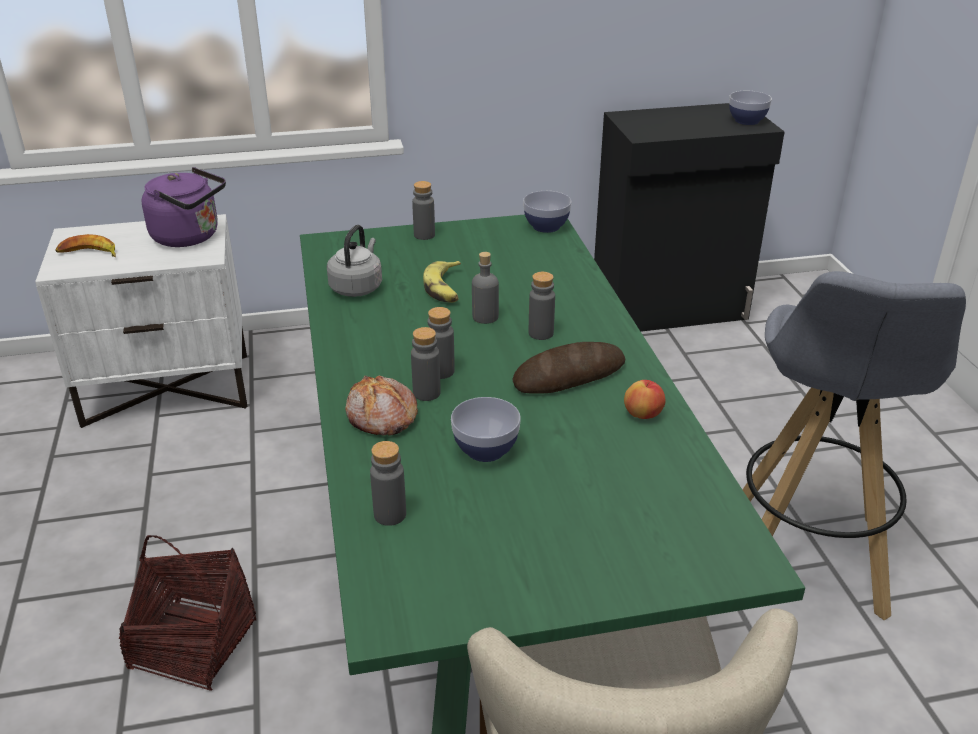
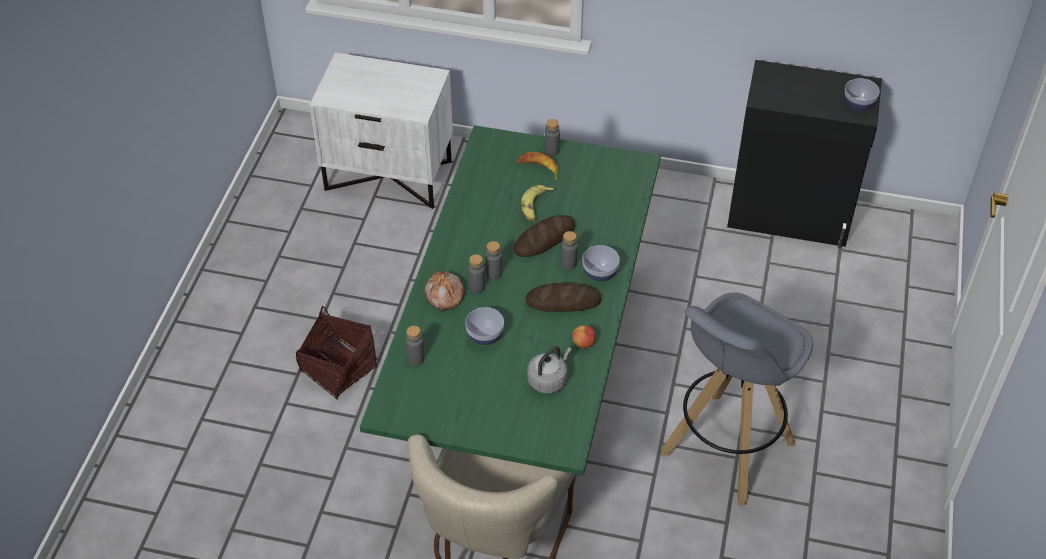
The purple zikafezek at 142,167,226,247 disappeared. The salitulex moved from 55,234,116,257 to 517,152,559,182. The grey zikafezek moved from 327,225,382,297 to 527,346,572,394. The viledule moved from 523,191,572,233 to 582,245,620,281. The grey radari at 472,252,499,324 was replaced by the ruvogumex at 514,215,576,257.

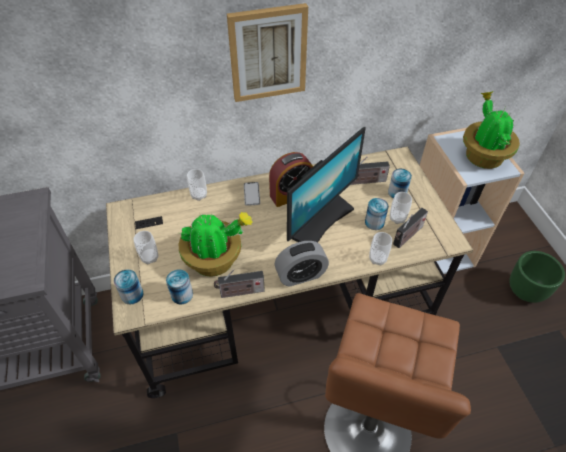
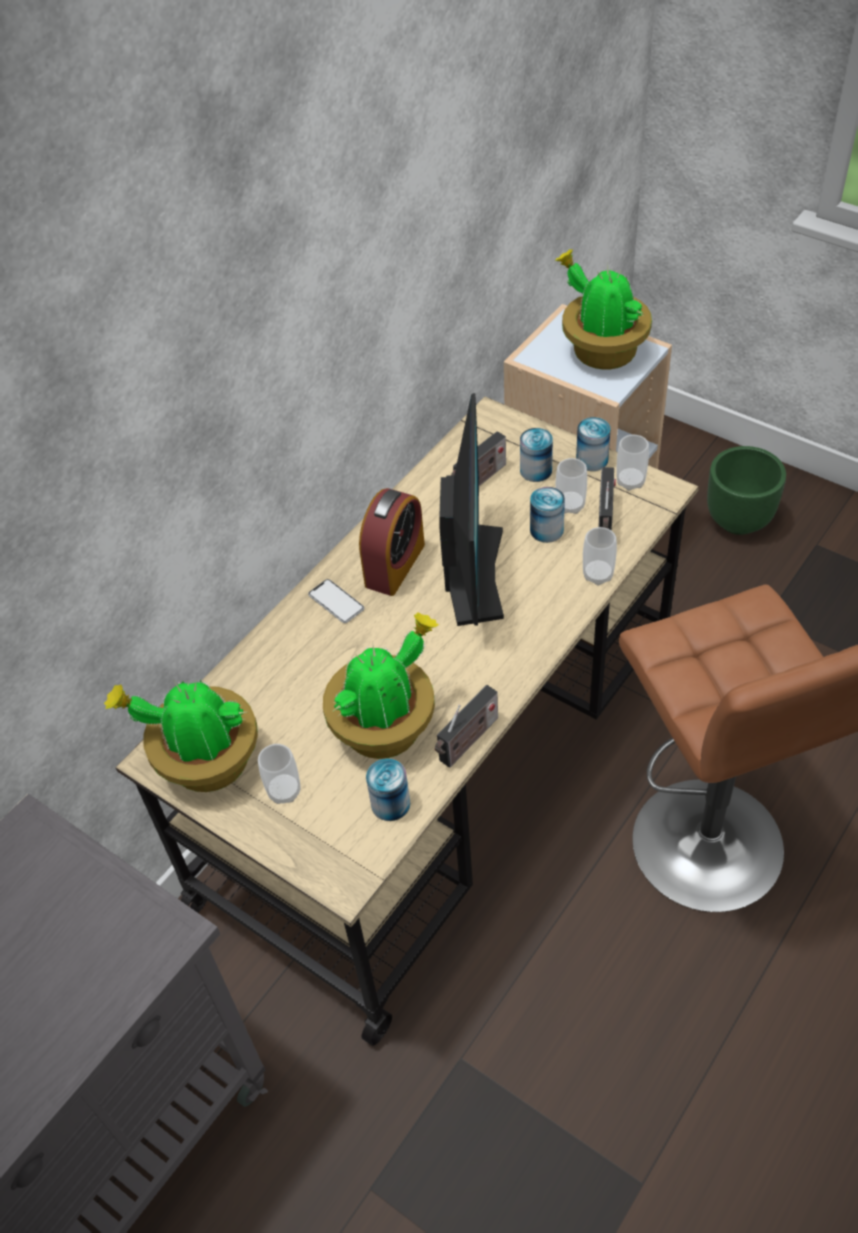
The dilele at 227,3,308,102 disappeared. The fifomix at 274,241,329,287 disappeared. The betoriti at 104,680,258,792 appeared. The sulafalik moved from 114,269,143,304 to 576,417,610,471. The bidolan moved from 187,169,207,201 to 617,435,649,491.

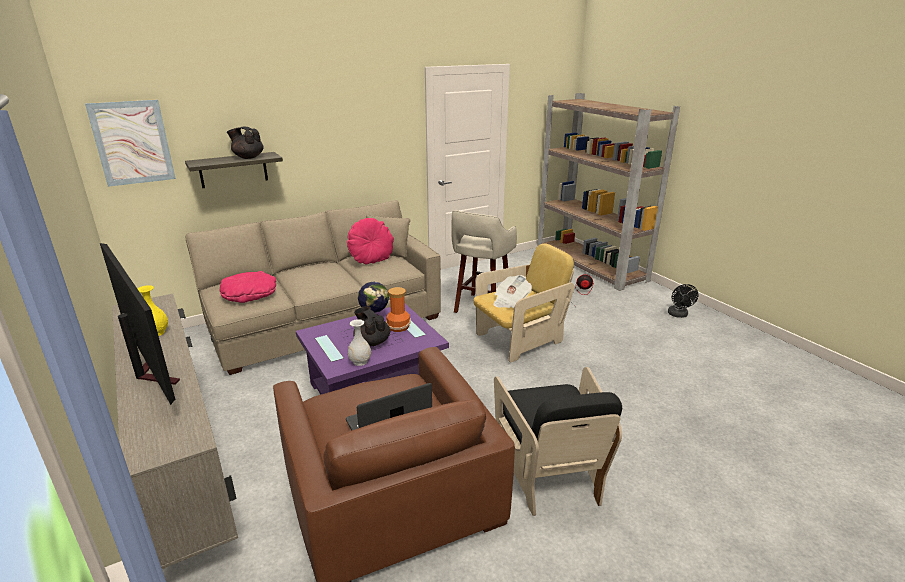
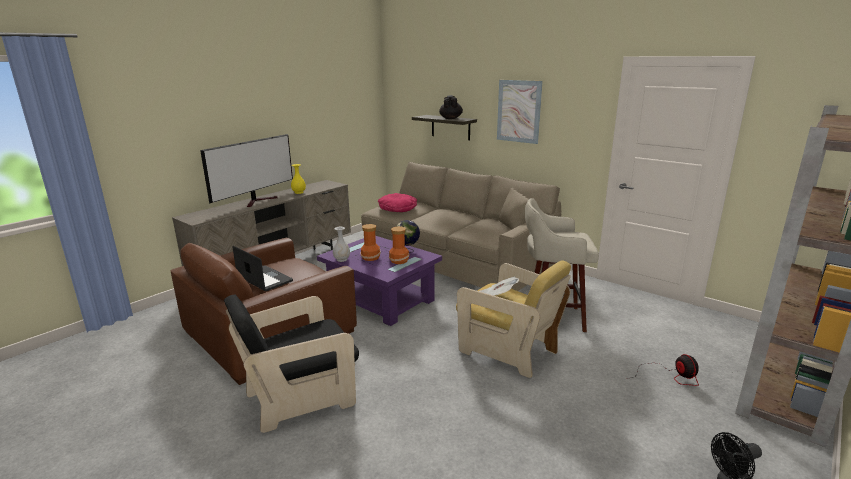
The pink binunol at 347,218,394,264 disappeared. The dilele moved from 85,100,176,187 to 497,80,543,144. The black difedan at 353,306,390,346 was replaced by the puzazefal at 360,224,381,261.

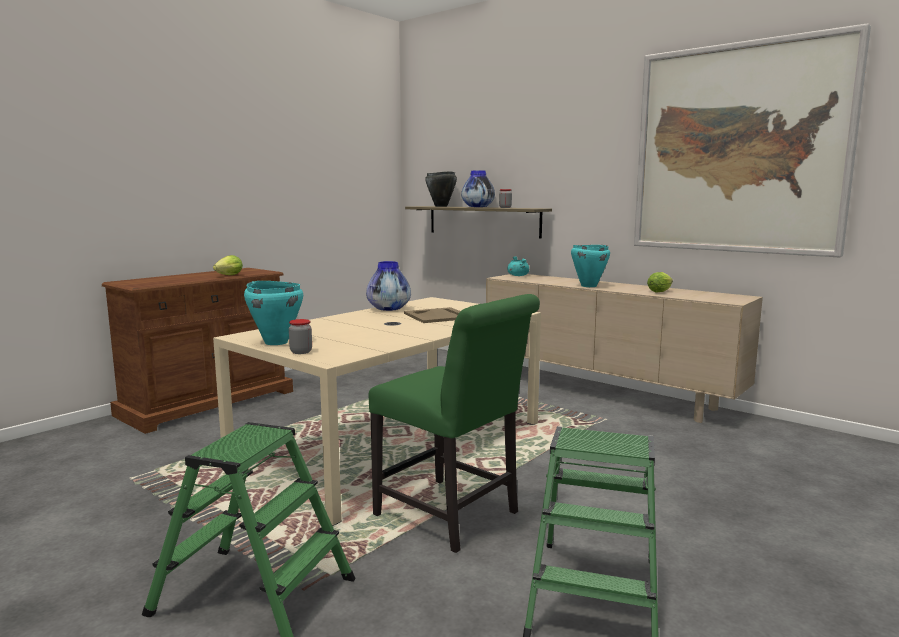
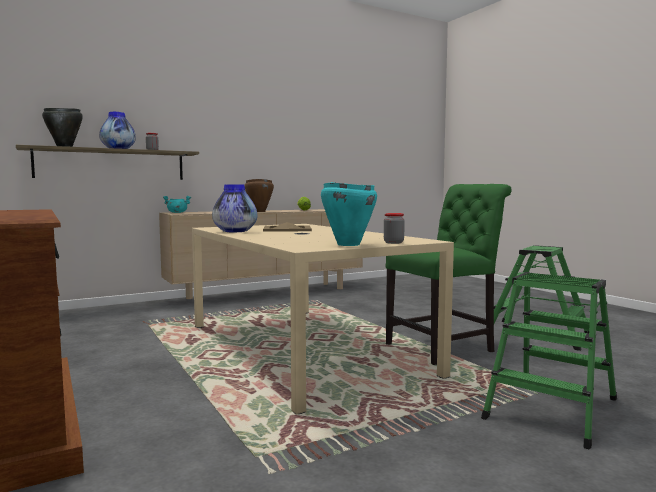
The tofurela at 213,255,243,275 disappeared. The dilele at 634,23,871,257 disappeared. The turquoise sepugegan at 571,245,610,287 became the brown sepugegan at 245,179,274,212.

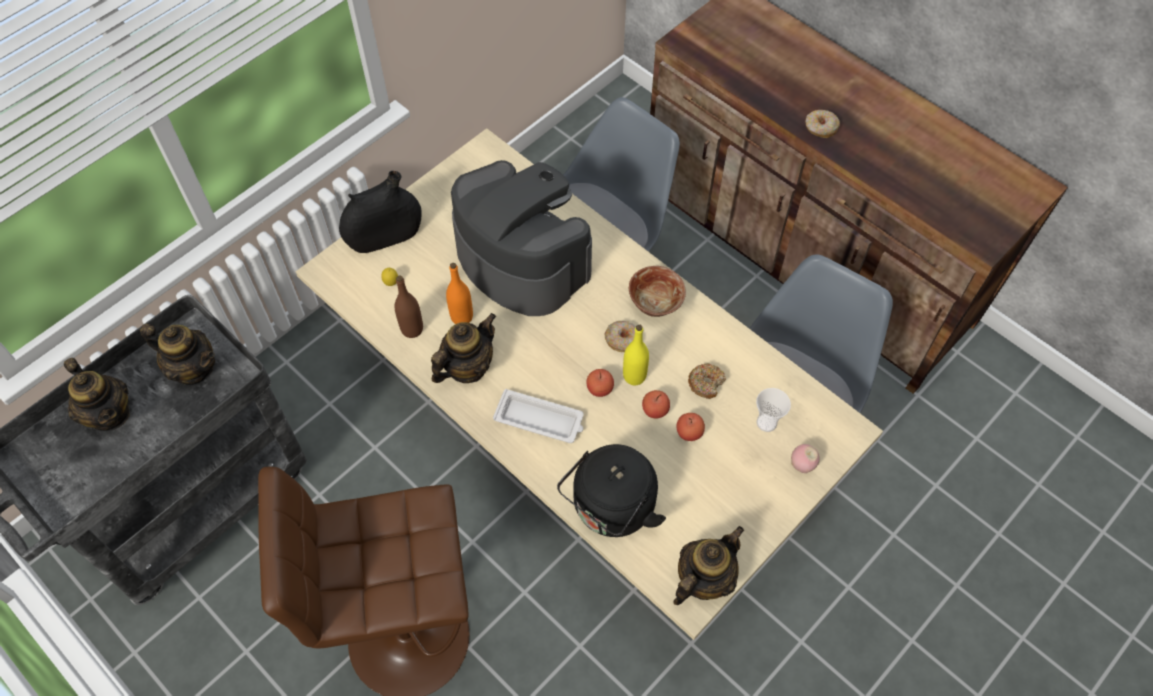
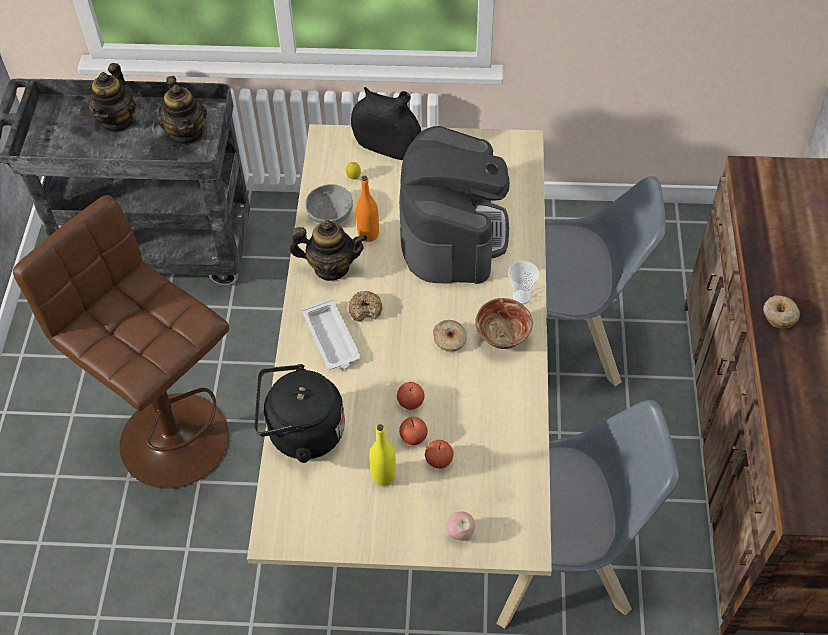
The difedan at 673,526,744,605 disappeared. The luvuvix moved from 587,369,614,397 to 425,440,454,469. The yellow radari moved from 623,325,649,385 to 369,424,396,486. The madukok moved from 688,363,726,399 to 349,291,383,322. The bidolan moved from 756,388,791,432 to 508,261,539,305. The brown radari at 395,275,423,338 was replaced by the grey viledule at 306,184,353,224.

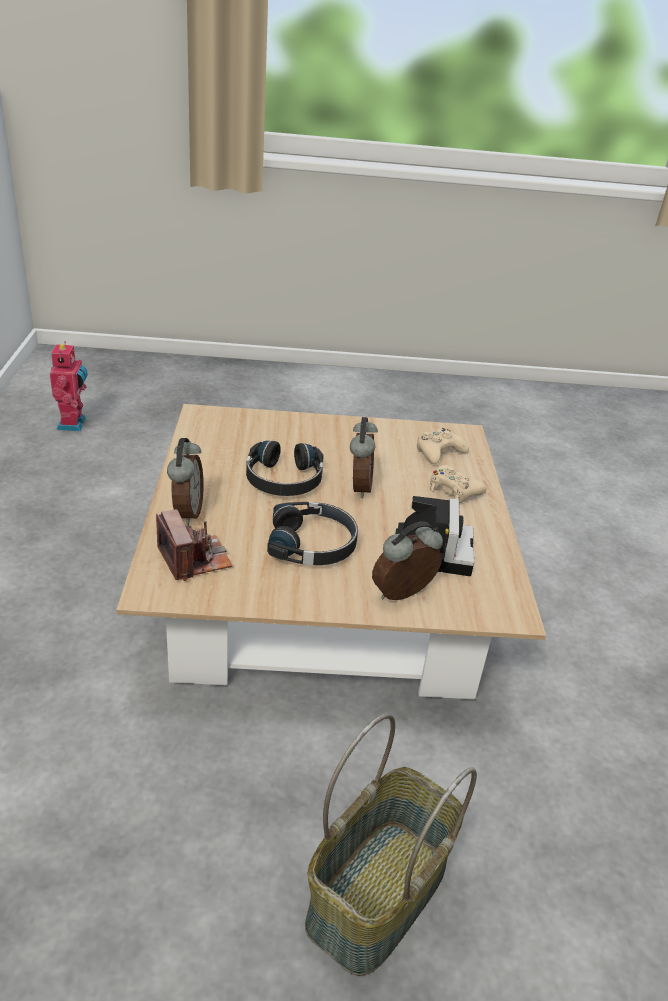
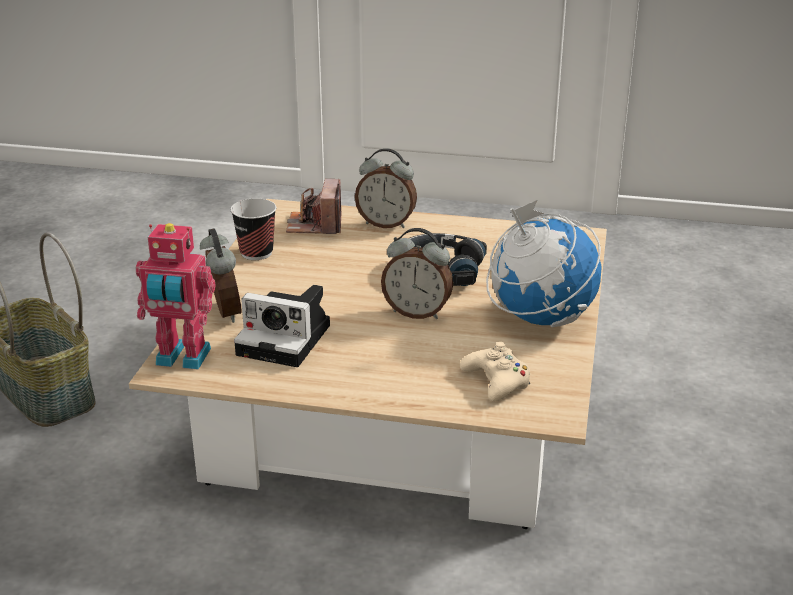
The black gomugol at 267,502,358,565 disappeared. The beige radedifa at 430,465,487,503 disappeared. The bidolan at 230,198,276,260 appeared. The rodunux at 486,200,602,327 appeared. The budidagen moved from 50,341,88,431 to 136,223,216,370. The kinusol at 156,509,232,581 turned 105 degrees clockwise.

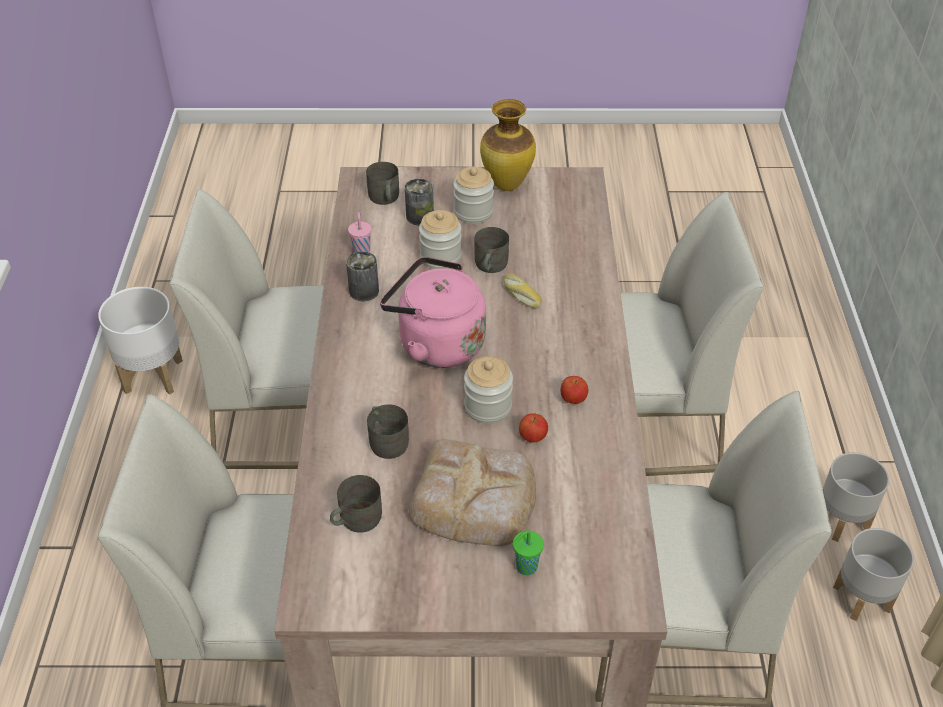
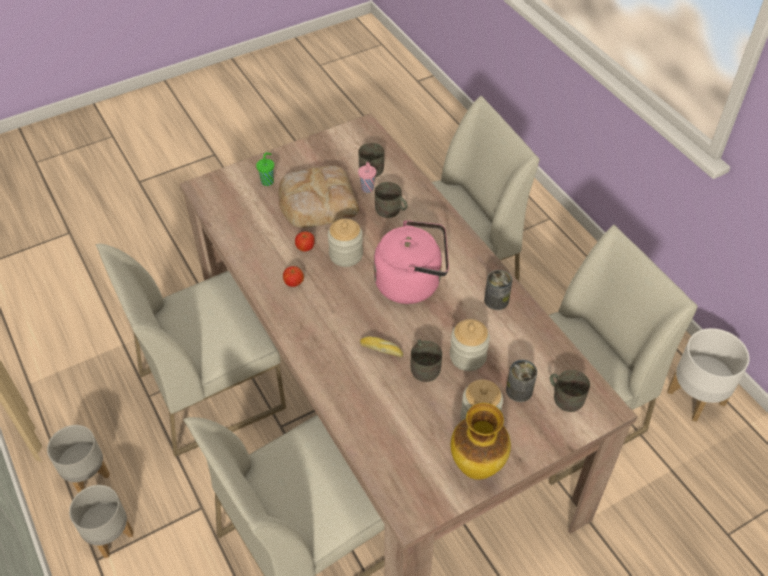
The pink bidolan moved from 348,212,372,253 to 358,162,376,193.

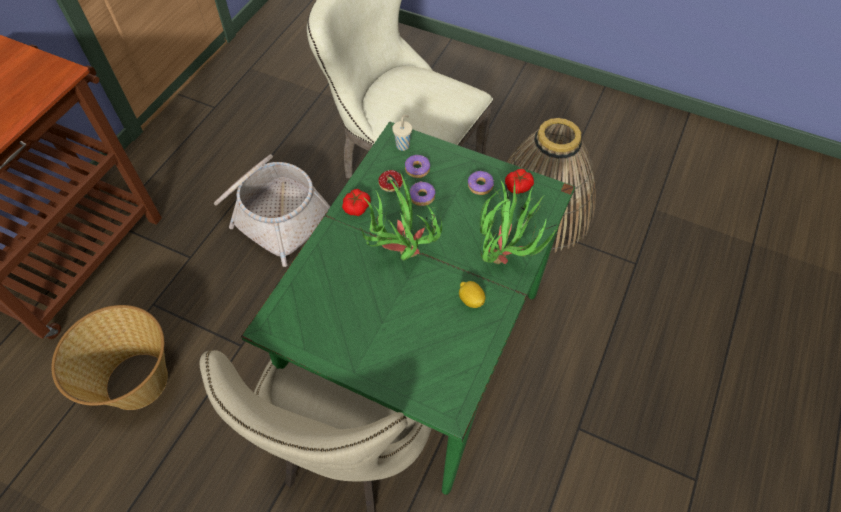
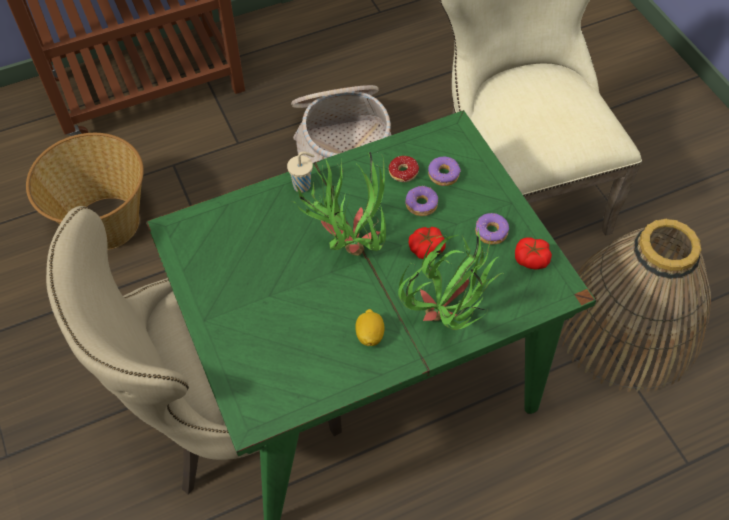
The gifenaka moved from 342,189,371,216 to 408,227,446,259. The beige bidolan moved from 392,115,412,151 to 287,151,314,193.

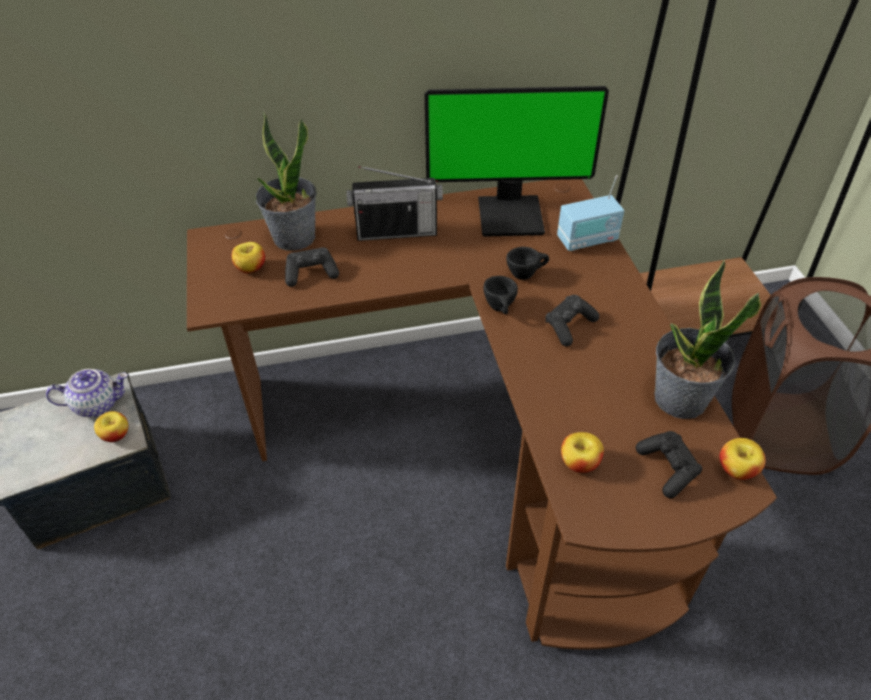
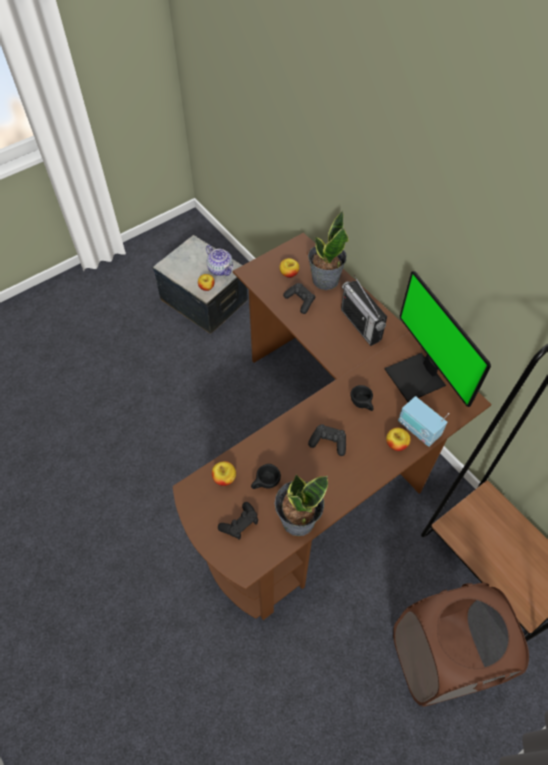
The black bidolan moved from 483,276,518,314 to 251,464,281,489. The luvuvix moved from 719,438,766,480 to 386,427,411,451.

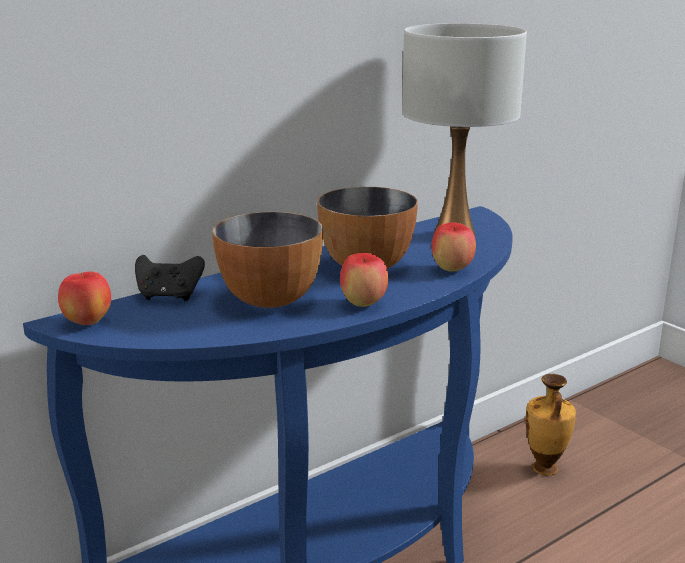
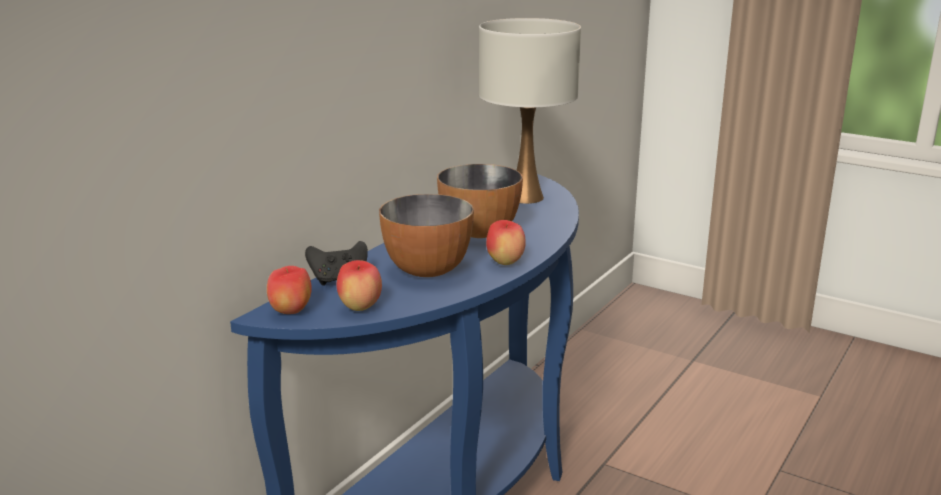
The puzazefal at 526,374,576,476 disappeared. The luvuvix moved from 431,222,476,272 to 337,260,382,311.

